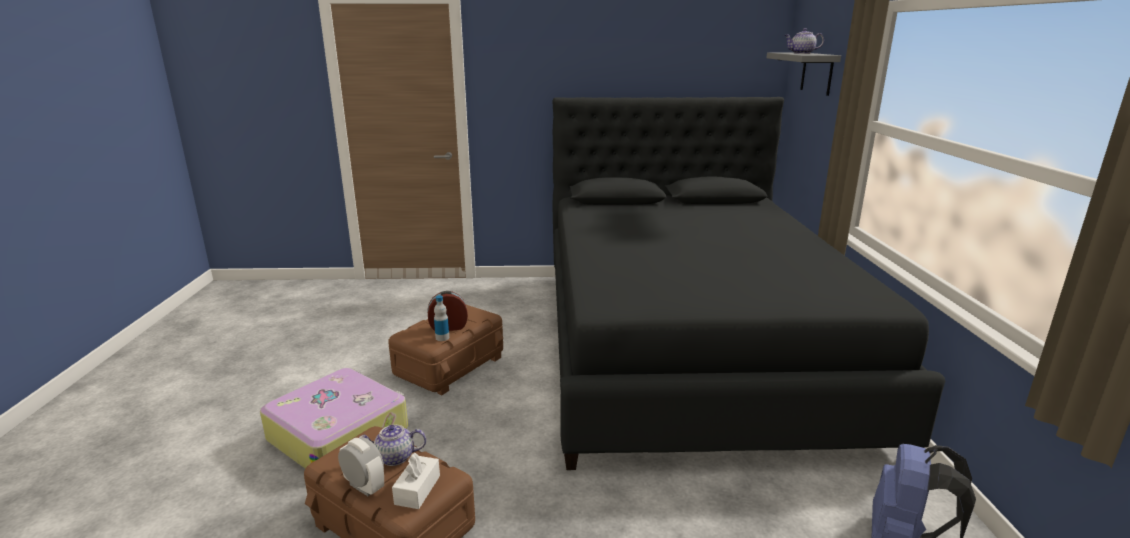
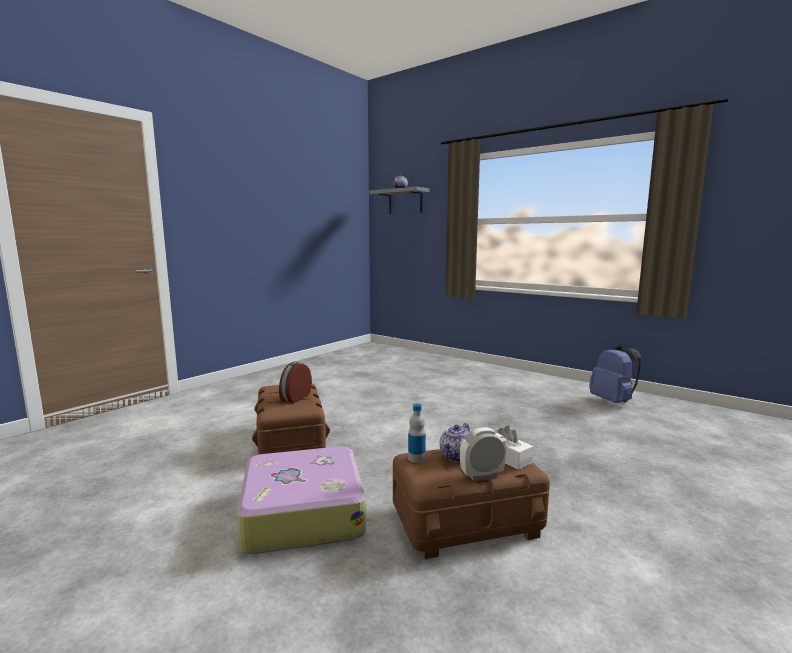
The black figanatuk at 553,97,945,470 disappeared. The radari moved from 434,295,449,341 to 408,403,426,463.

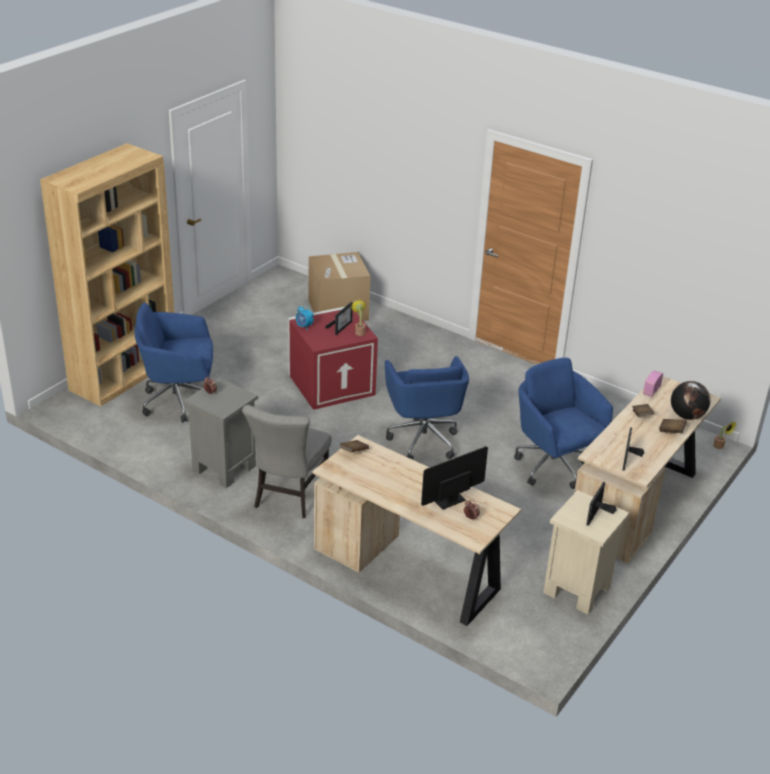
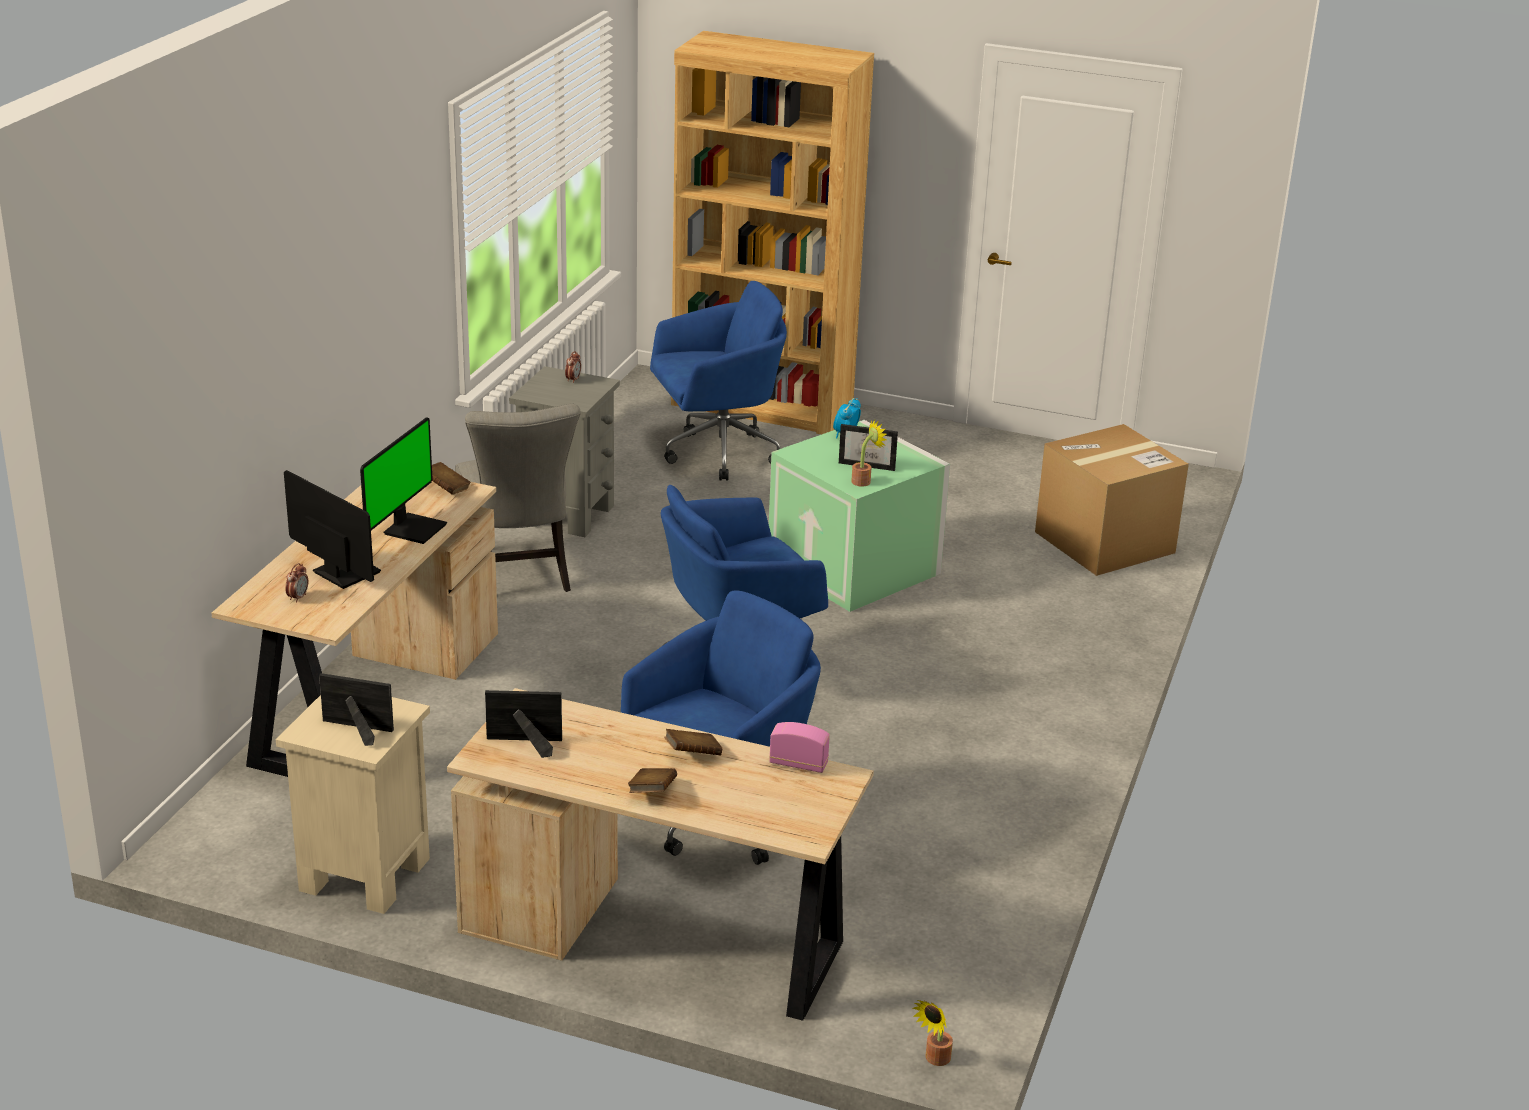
The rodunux at 671,381,710,420 disappeared. The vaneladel at 360,417,447,544 appeared. The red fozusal at 288,307,378,410 became the green fozusal at 769,420,950,612. The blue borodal at 135,302,213,423 turned 90 degrees clockwise. The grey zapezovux at 242,405,332,518 turned 105 degrees counterclockwise.

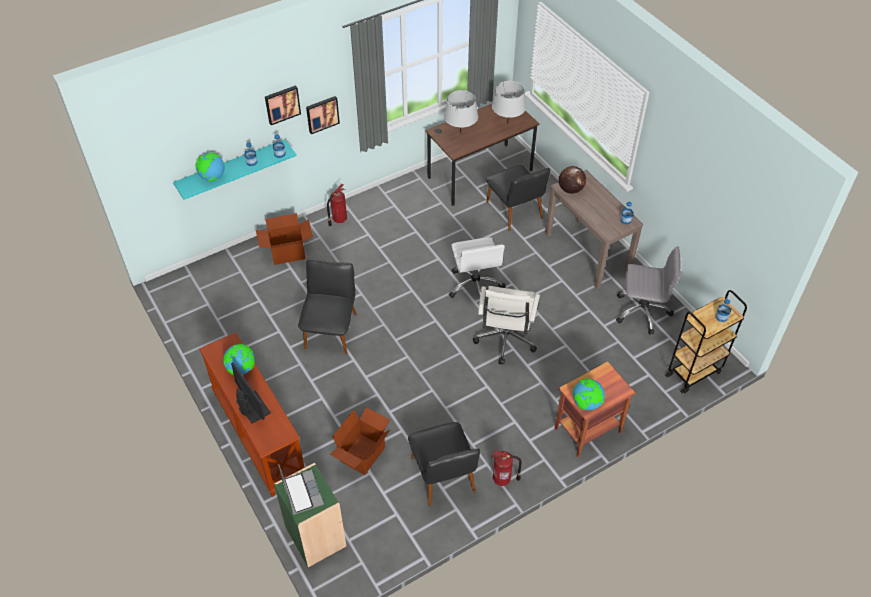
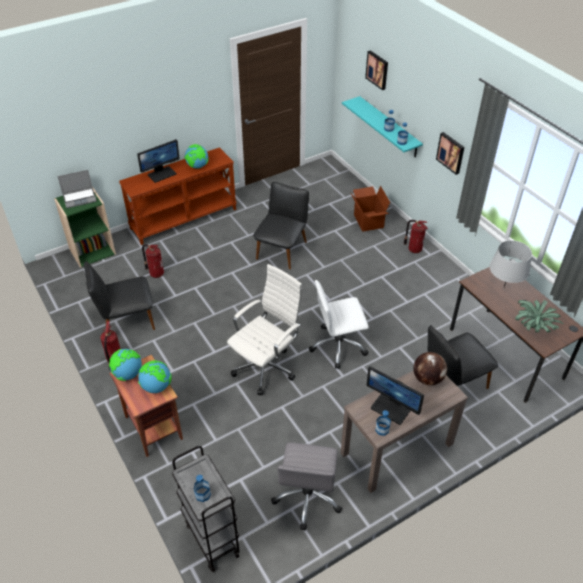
The vaneladel at 367,366,424,425 appeared. The rodunux moved from 195,152,225,181 to 138,361,172,393. The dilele moved from 265,85,301,125 to 365,50,388,90. The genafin at 330,407,390,475 was replaced by the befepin at 142,245,164,278. The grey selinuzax at 492,81,526,124 was replaced by the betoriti at 515,300,563,333. The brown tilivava at 665,290,747,393 became the grey tilivava at 172,446,239,572. The black zapezovux at 298,259,357,354 turned 75 degrees counterclockwise. The white borodal at 473,286,540,364 turned 120 degrees clockwise.

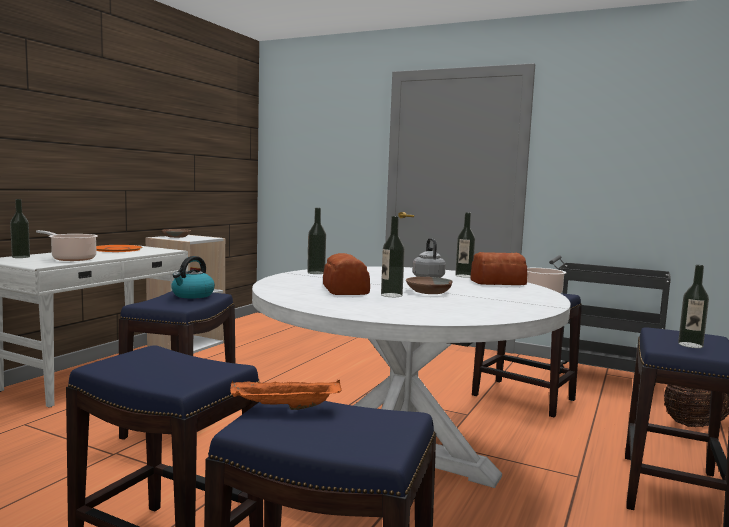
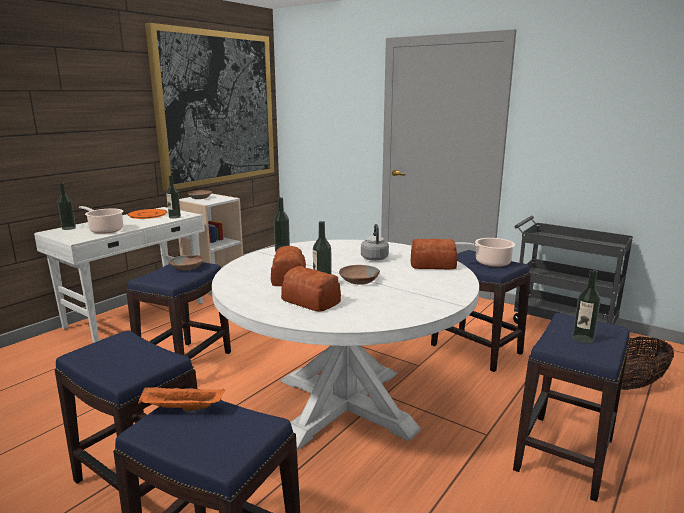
The dilele at 145,23,274,191 appeared. The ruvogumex at 281,266,341,312 appeared. The radari moved from 455,212,475,278 to 166,175,181,219. The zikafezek at 171,256,215,298 was replaced by the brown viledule at 169,255,204,270.

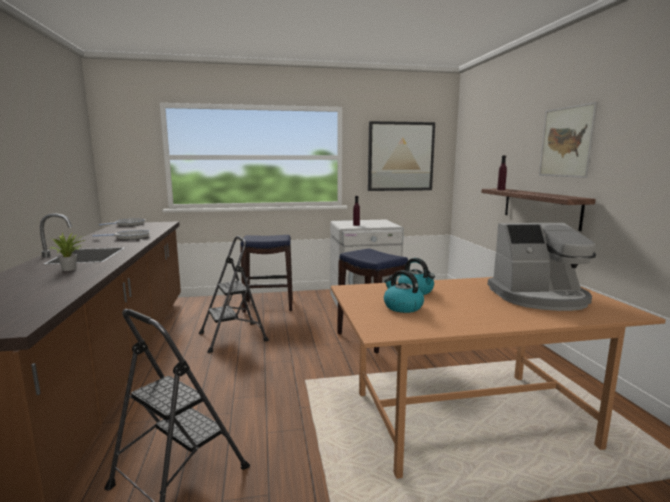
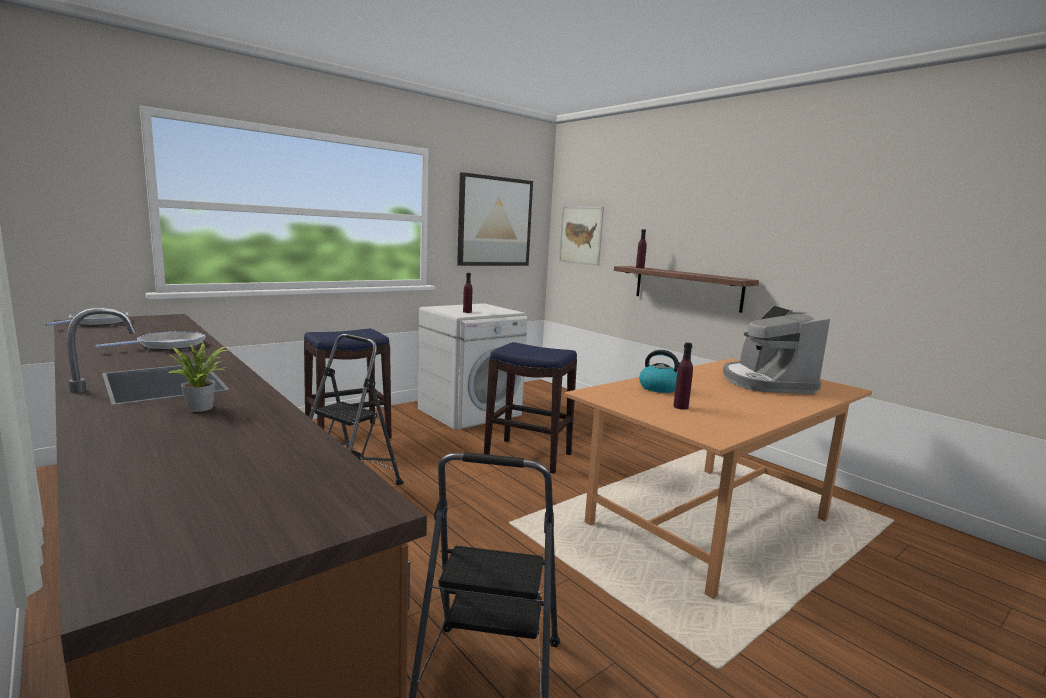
The dilele moved from 539,102,598,178 to 559,206,604,266. The zikafezek at 384,270,424,313 was replaced by the purple radari at 673,343,693,410. The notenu at 488,223,596,311 turned 120 degrees clockwise.

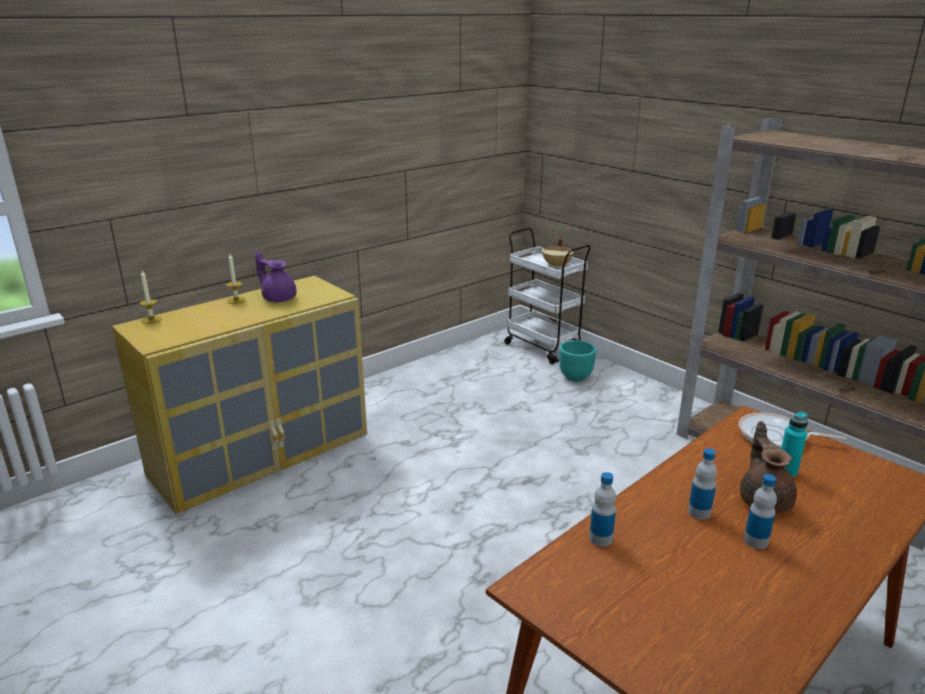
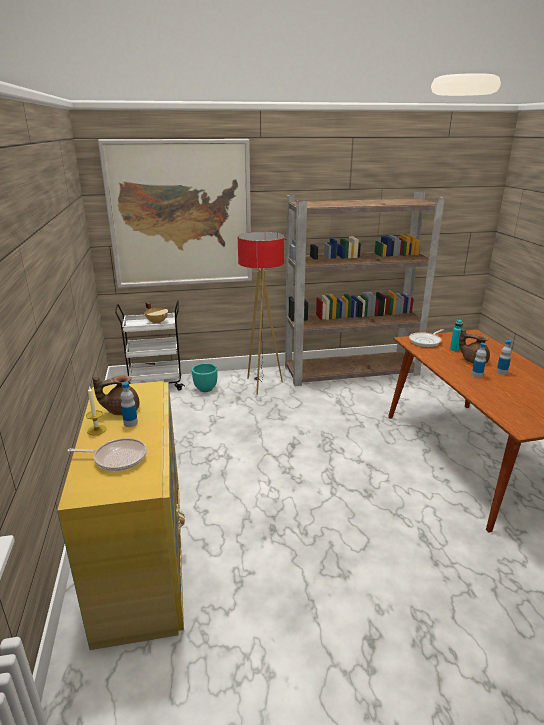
The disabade at 139,271,162,324 disappeared. The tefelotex at 67,438,147,471 appeared. The dilele at 98,139,252,288 appeared. The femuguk at 238,232,285,395 appeared. The radari moved from 589,472,616,547 to 121,382,138,427. The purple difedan at 255,251,297,302 became the brown difedan at 93,375,140,415.

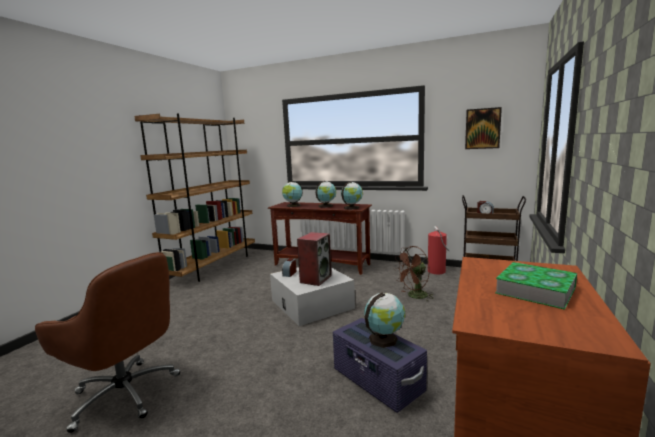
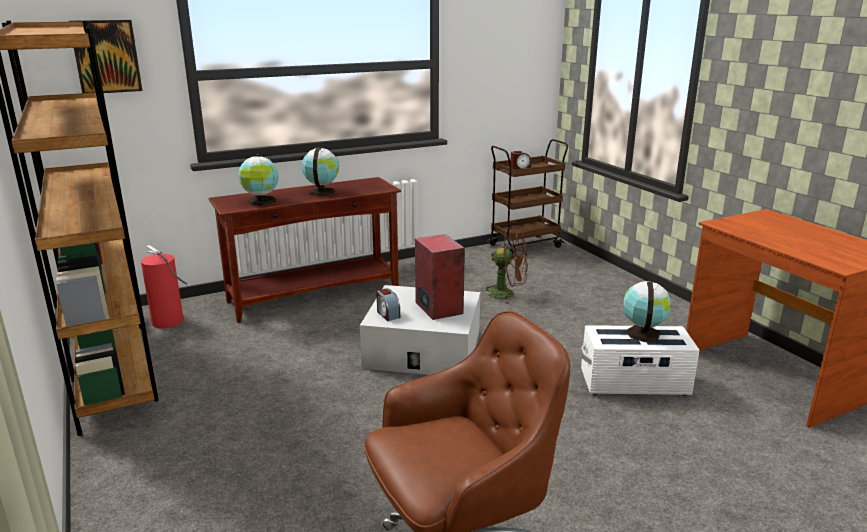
The rodunux at 341,181,363,210 disappeared. The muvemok at 495,262,577,310 disappeared. The befepin moved from 428,226,450,274 to 141,245,188,328. The dilele moved from 465,107,502,149 to 69,20,143,94. The purple fozusal at 333,318,427,413 became the white fozusal at 580,325,700,396. The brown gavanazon at 394,246,434,301 turned 90 degrees counterclockwise.

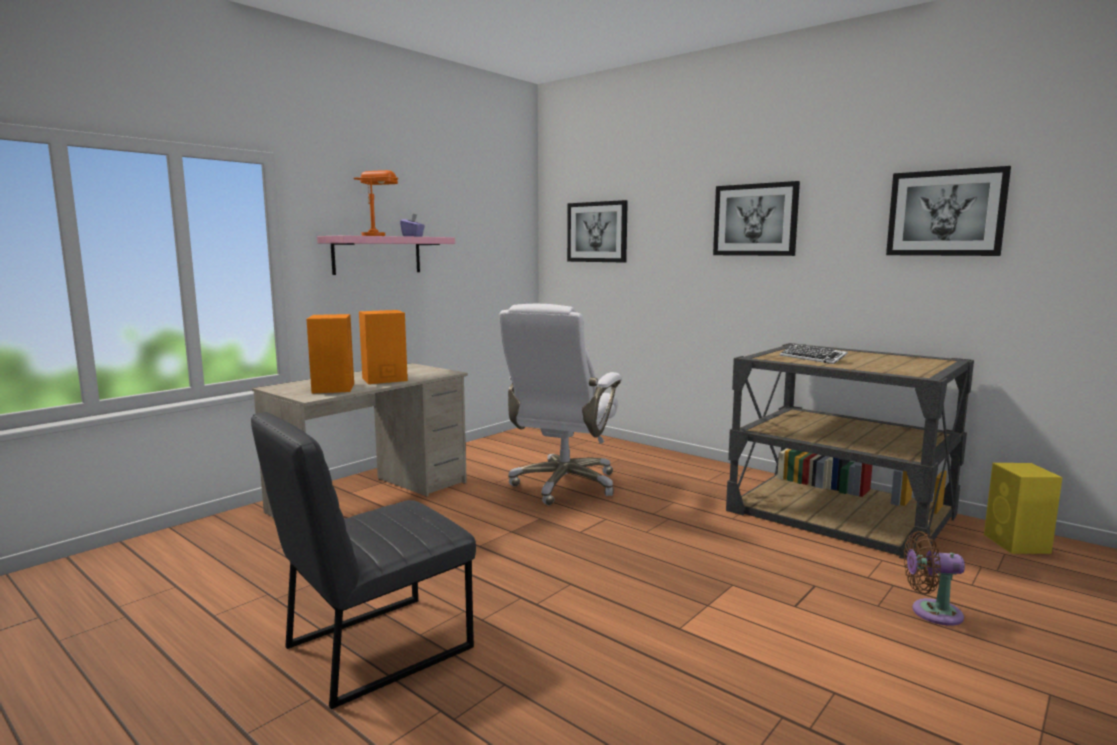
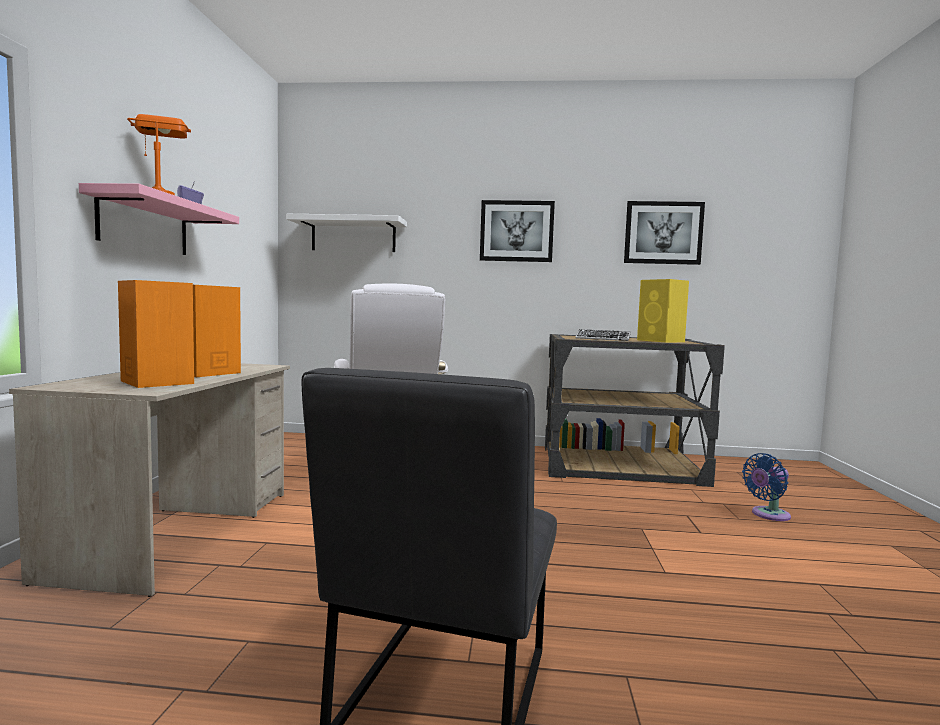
The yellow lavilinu moved from 984,463,1063,554 to 637,279,689,342. The dilele at 567,200,628,262 was replaced by the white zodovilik at 286,214,407,252. The brown gavanazon at 904,531,965,626 became the blue gavanazon at 742,453,791,521.

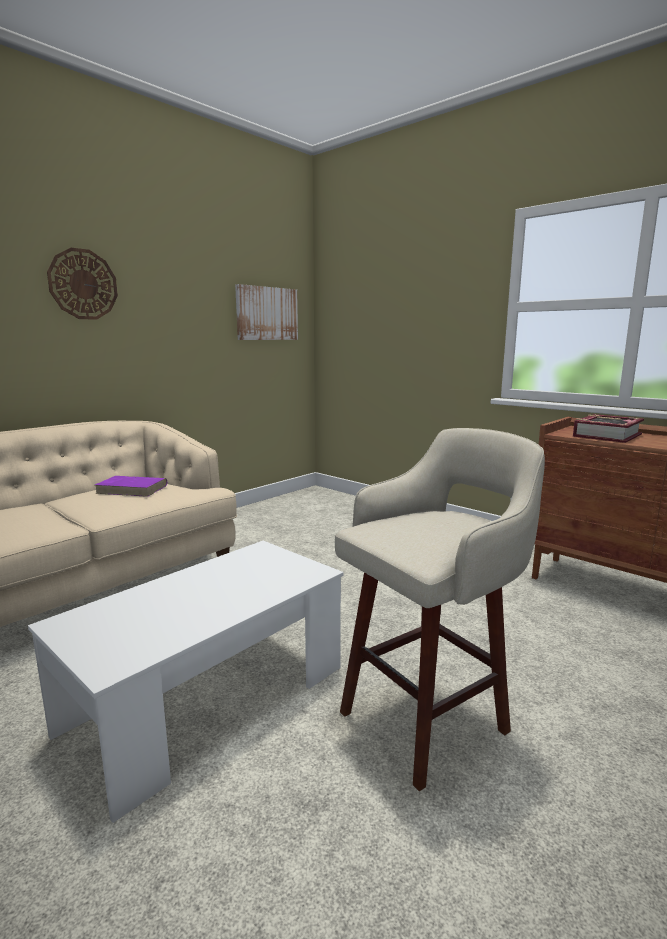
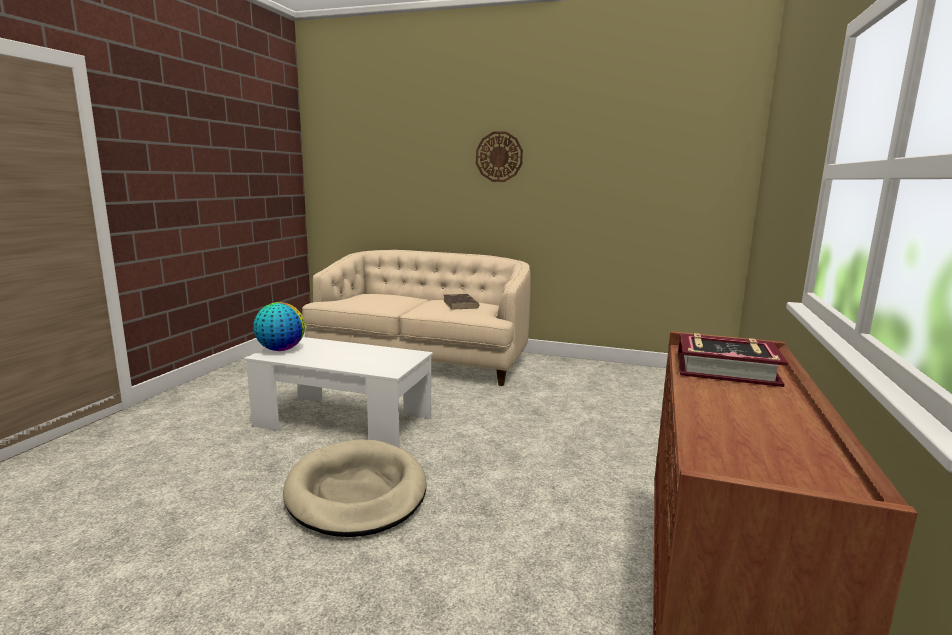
The dilele at 235,284,298,340 disappeared. The rodunux at 253,302,305,351 appeared. The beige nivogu at 335,428,545,791 was replaced by the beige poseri at 283,440,427,537. The purple muvemok at 95,476,167,497 became the brown muvemok at 443,294,479,310.

